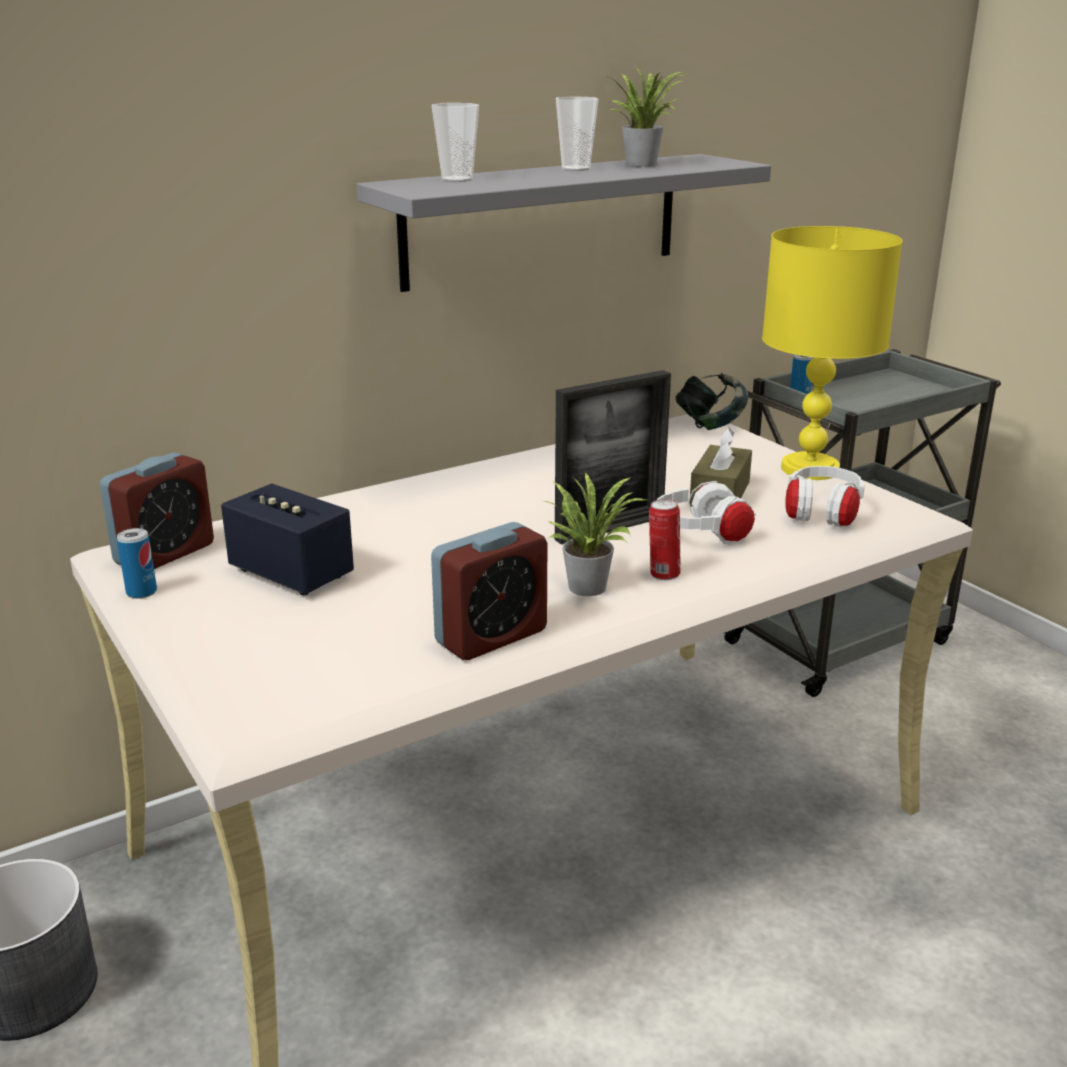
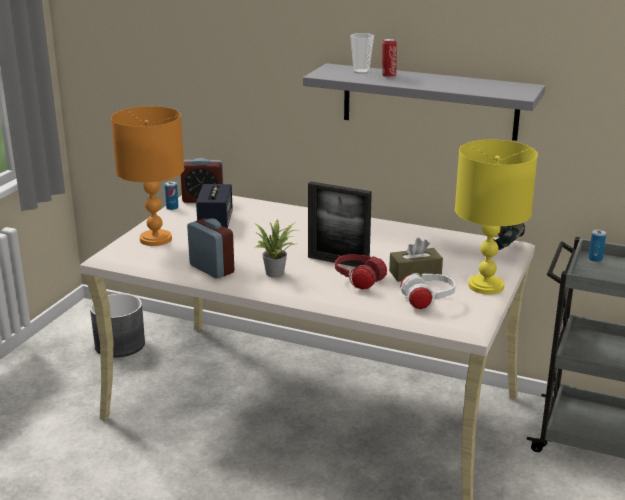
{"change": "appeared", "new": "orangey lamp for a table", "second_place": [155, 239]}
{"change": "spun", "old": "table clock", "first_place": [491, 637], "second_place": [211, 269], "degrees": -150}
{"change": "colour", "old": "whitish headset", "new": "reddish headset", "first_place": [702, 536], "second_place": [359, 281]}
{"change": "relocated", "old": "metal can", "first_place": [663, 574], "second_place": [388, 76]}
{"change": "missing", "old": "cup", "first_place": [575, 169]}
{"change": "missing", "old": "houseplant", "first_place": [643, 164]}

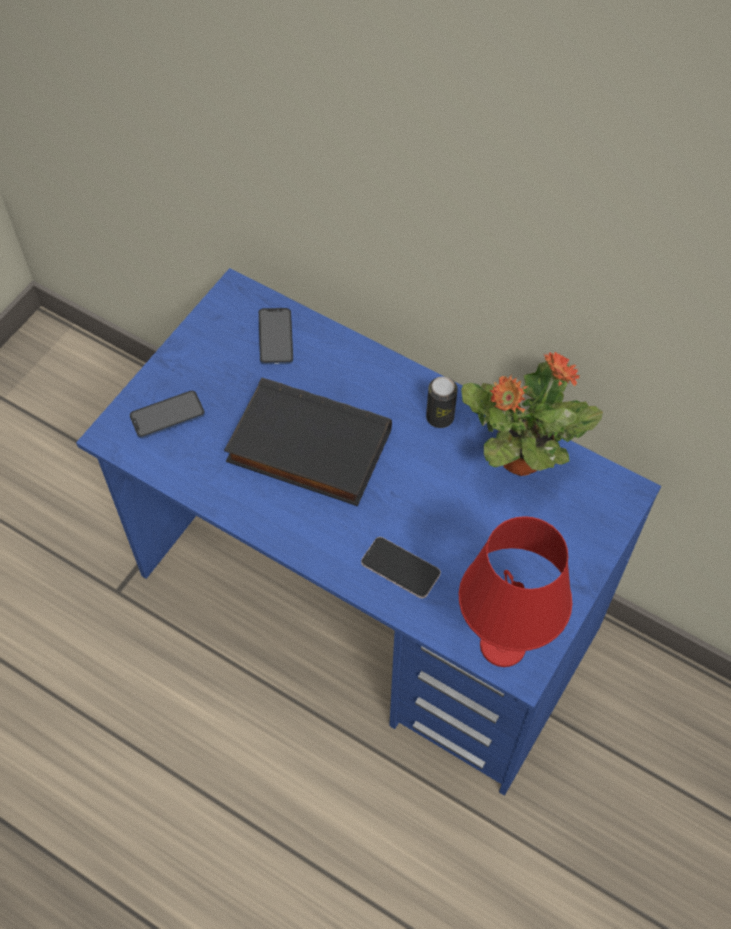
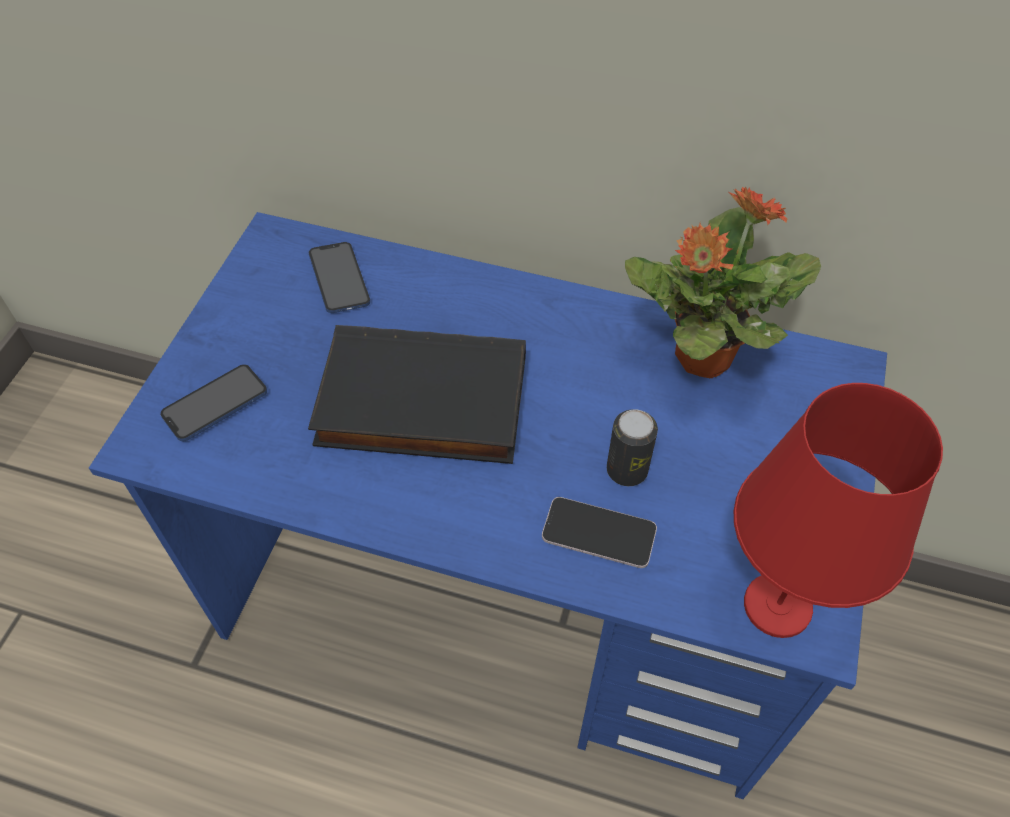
{"change": "relocated", "old": "metal can", "first_place": [440, 417], "second_place": [627, 470]}

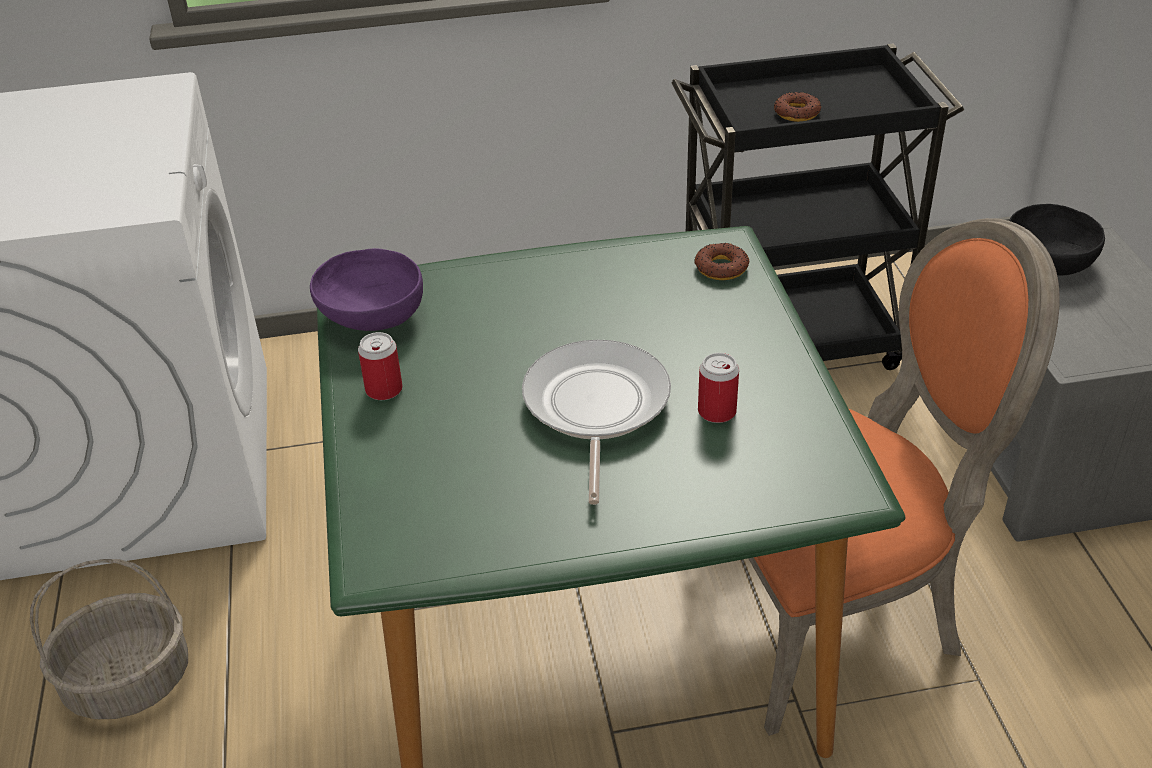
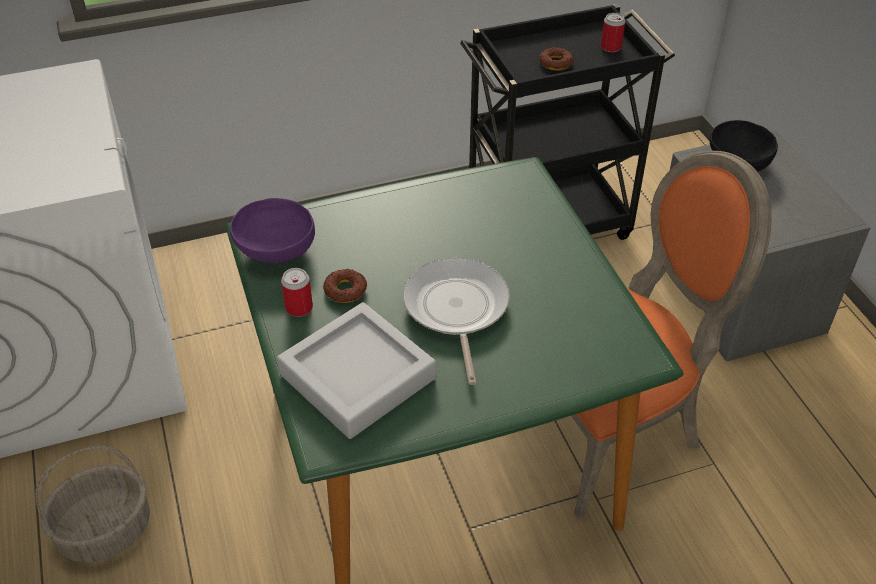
{"change": "appeared", "new": "gray carrying tray", "second_place": [357, 376]}
{"change": "relocated", "old": "donut", "first_place": [721, 268], "second_place": [345, 290]}
{"change": "relocated", "old": "metal can", "first_place": [717, 412], "second_place": [611, 47]}

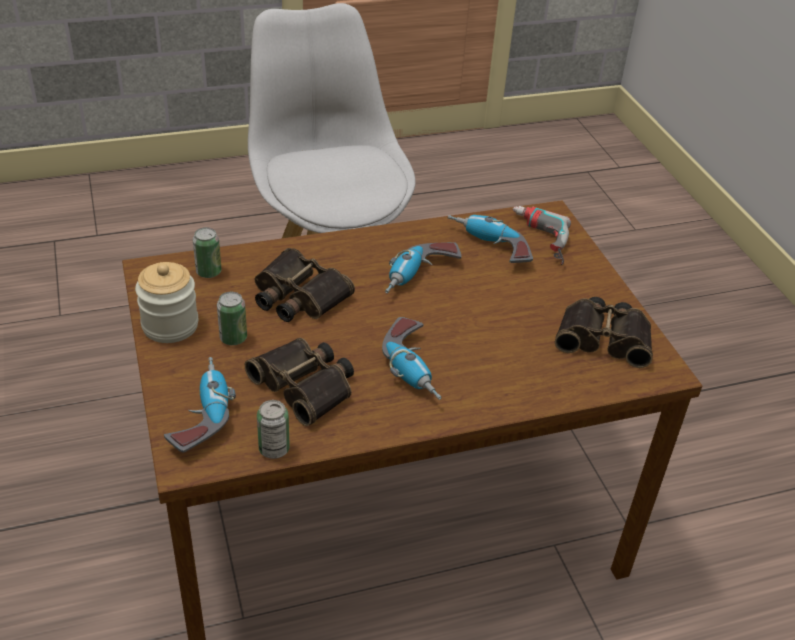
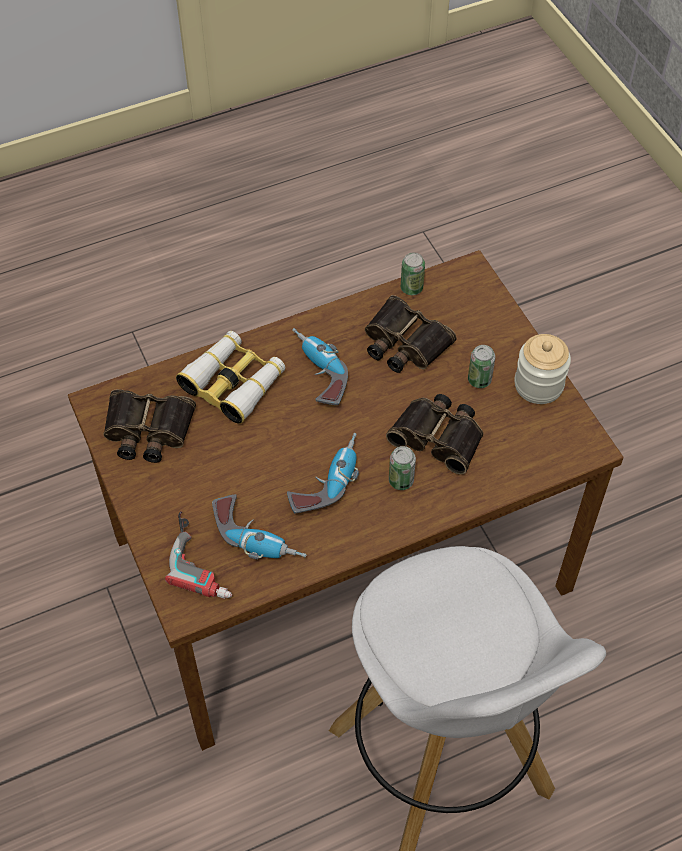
{"change": "appeared", "new": "field glasses", "second_place": [233, 383]}
{"change": "relocated", "old": "metal can", "first_place": [208, 272], "second_place": [401, 481]}
{"change": "missing", "old": "electric drill", "first_place": [200, 414]}

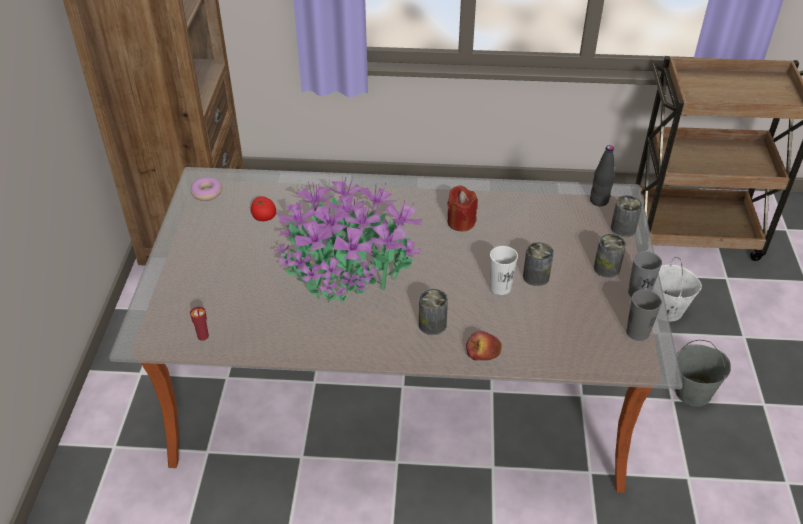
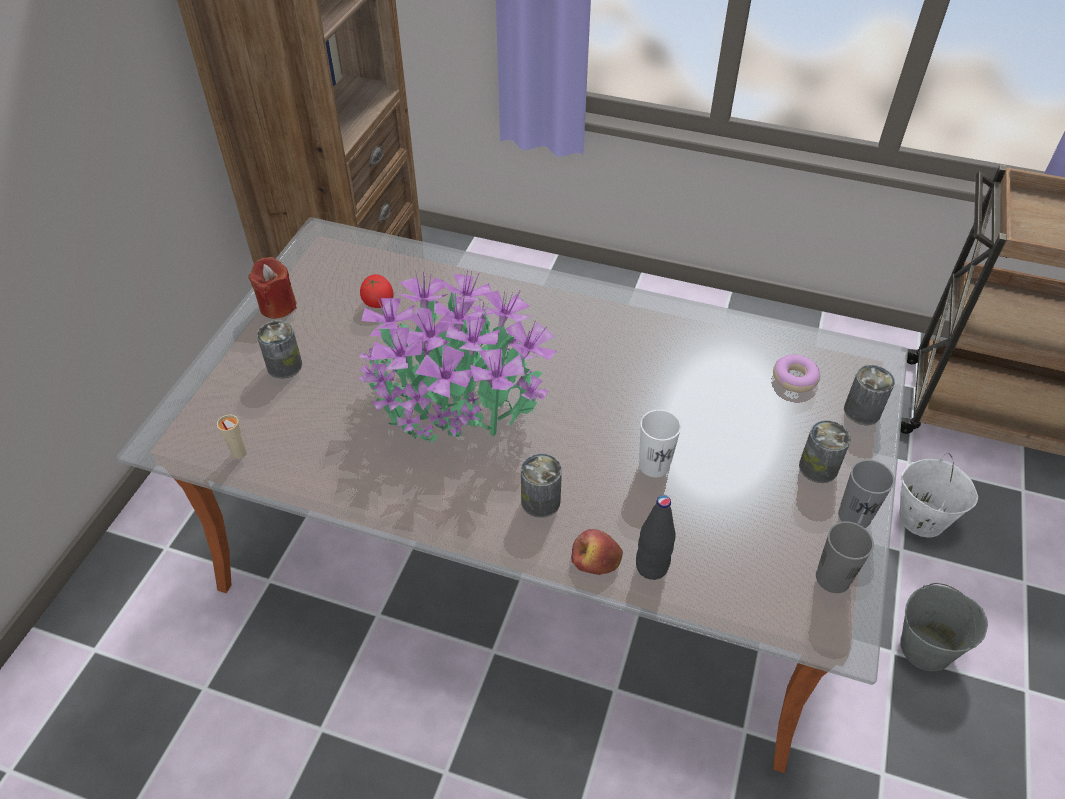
{"change": "colour", "old": "reddish cup", "new": "beige cup", "first_place": [203, 336], "second_place": [238, 453]}
{"change": "relocated", "old": "reddish wax candle", "first_place": [461, 222], "second_place": [277, 306]}
{"change": "relocated", "old": "metal can", "first_place": [536, 276], "second_place": [284, 365]}
{"change": "relocated", "old": "blackish beverage bottle", "first_place": [599, 201], "second_place": [651, 567]}
{"change": "relocated", "old": "donut", "first_place": [207, 192], "second_place": [795, 378]}

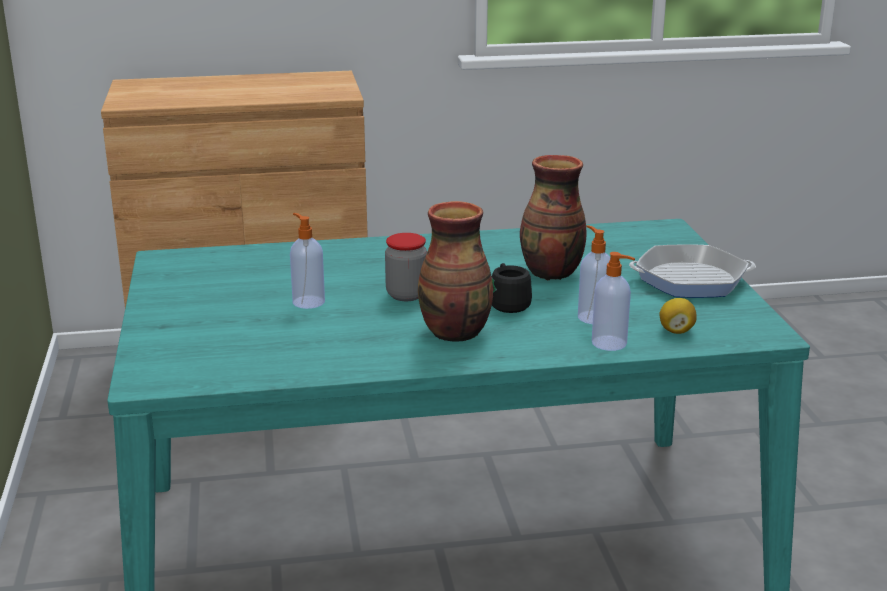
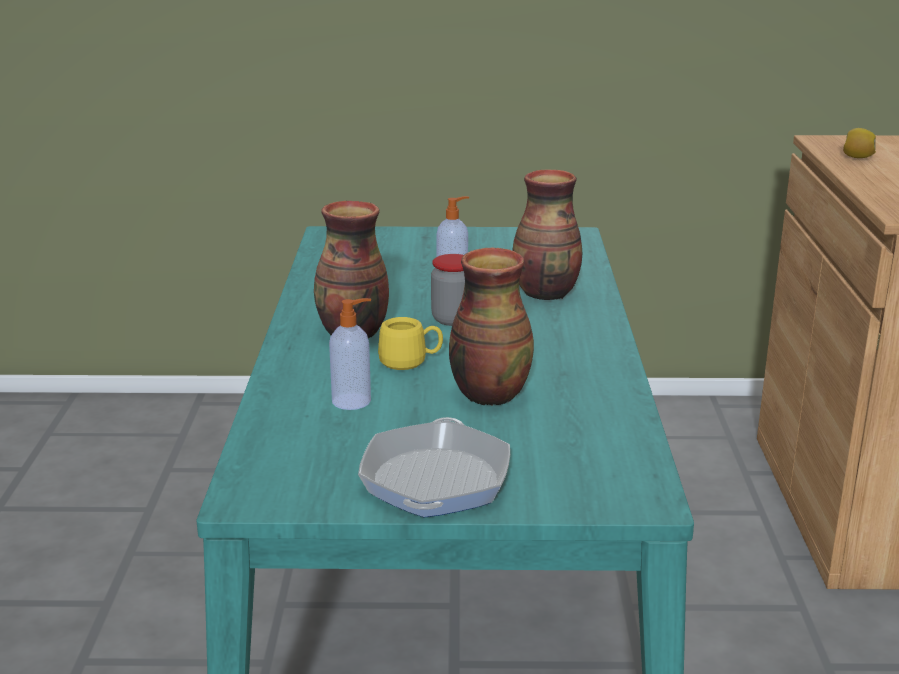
{"change": "colour", "old": "blackish mug", "new": "yellow-coloured mug", "first_place": [508, 303], "second_place": [410, 362]}
{"change": "appeared", "new": "decorative vase", "second_place": [547, 293]}
{"change": "relocated", "old": "citrus fruit", "first_place": [676, 331], "second_place": [857, 157]}
{"change": "missing", "old": "soap bottle", "first_place": [610, 343]}

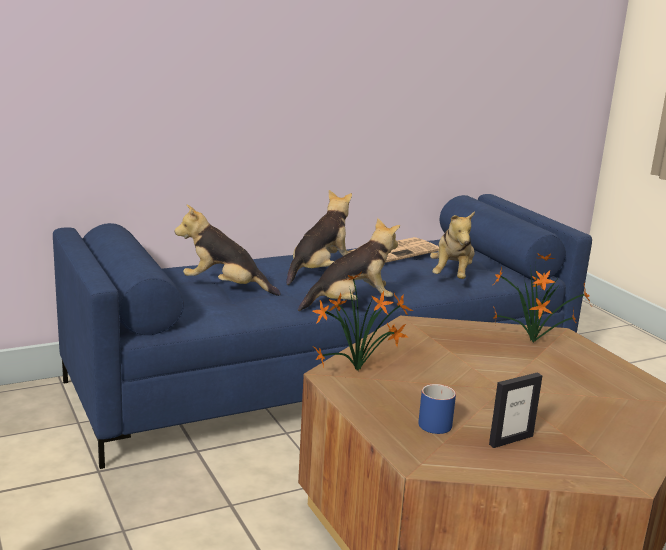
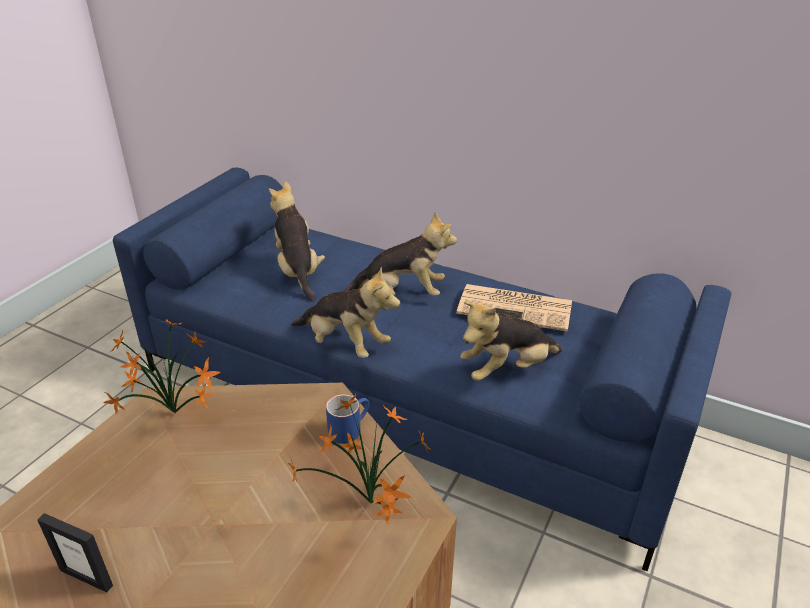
{"change": "relocated", "old": "blue-coloured mug", "first_place": [432, 421], "second_place": [349, 428]}

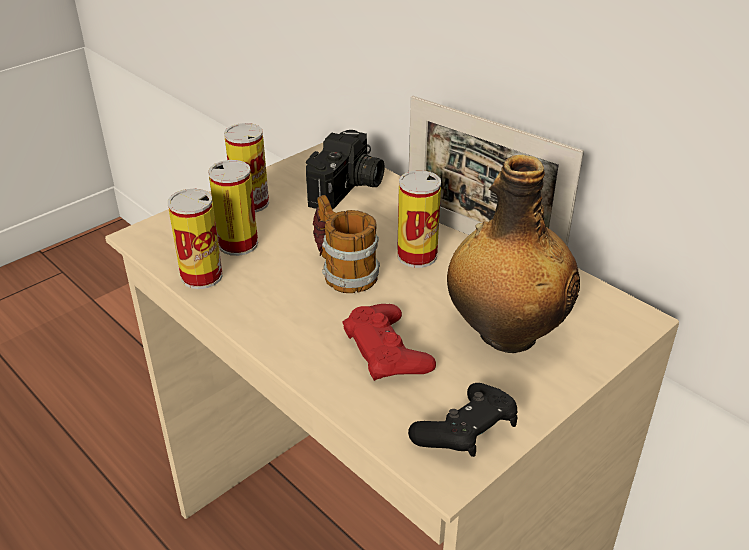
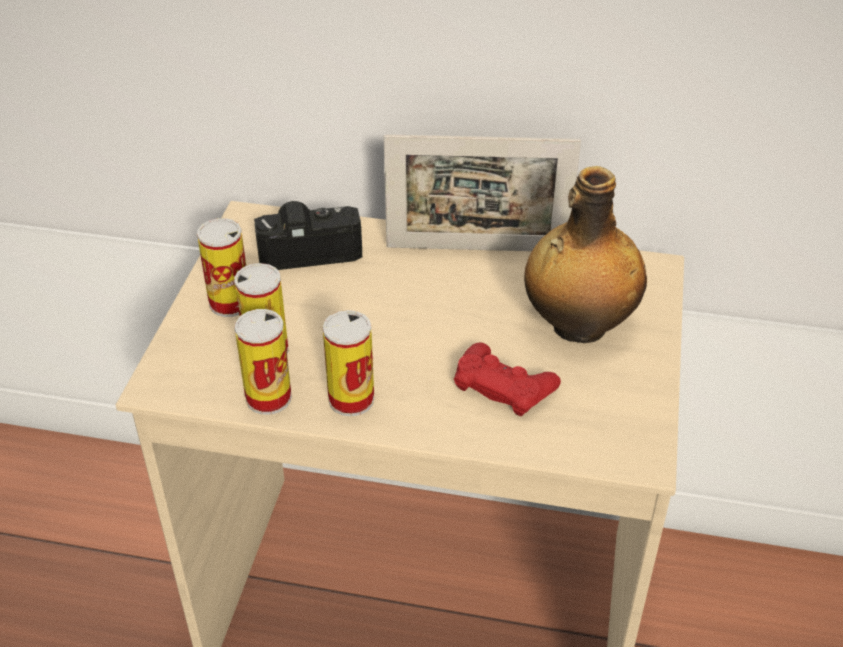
{"change": "spun", "old": "photo camera", "first_place": [348, 189], "second_place": [309, 248], "degrees": -90}
{"change": "relocated", "old": "metal can", "first_place": [417, 256], "second_place": [351, 399]}
{"change": "missing", "old": "mug", "first_place": [343, 271]}
{"change": "missing", "old": "blackish joypad", "first_place": [466, 435]}

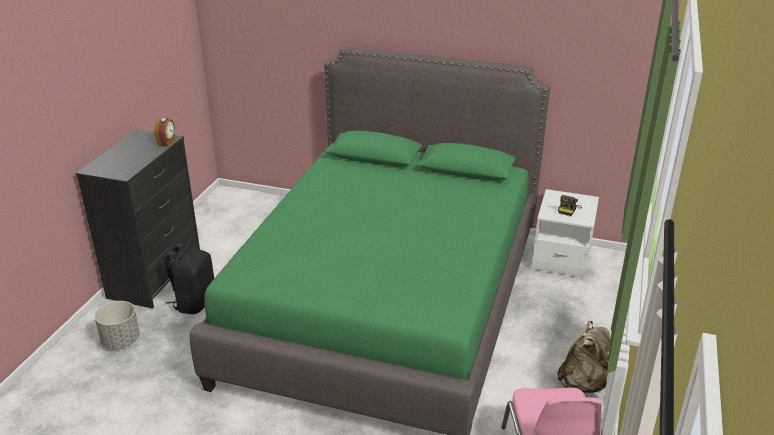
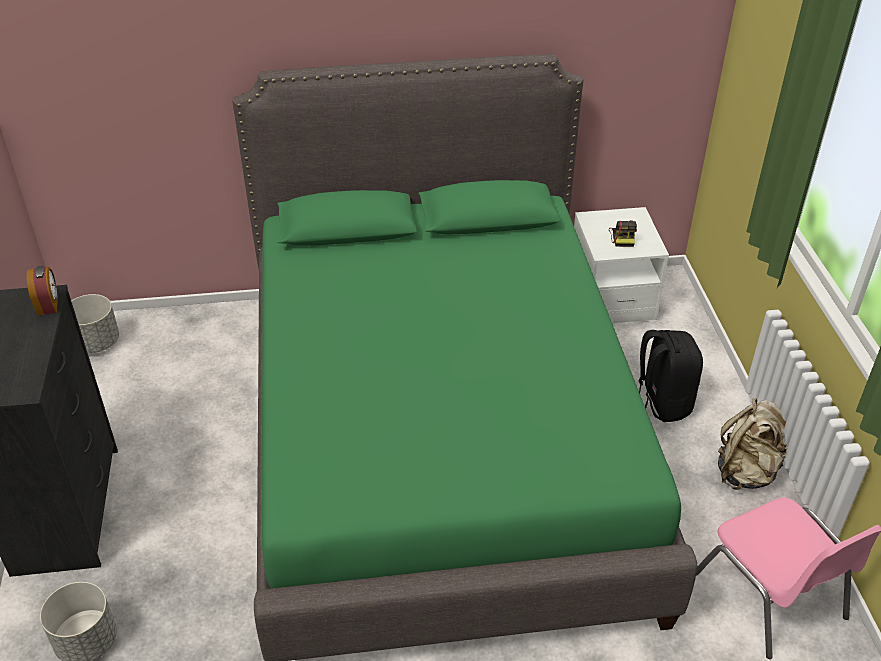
{"change": "appeared", "new": "gray planter", "second_place": [96, 342]}
{"change": "relocated", "old": "blackish knapsack", "first_place": [194, 302], "second_place": [661, 402]}

